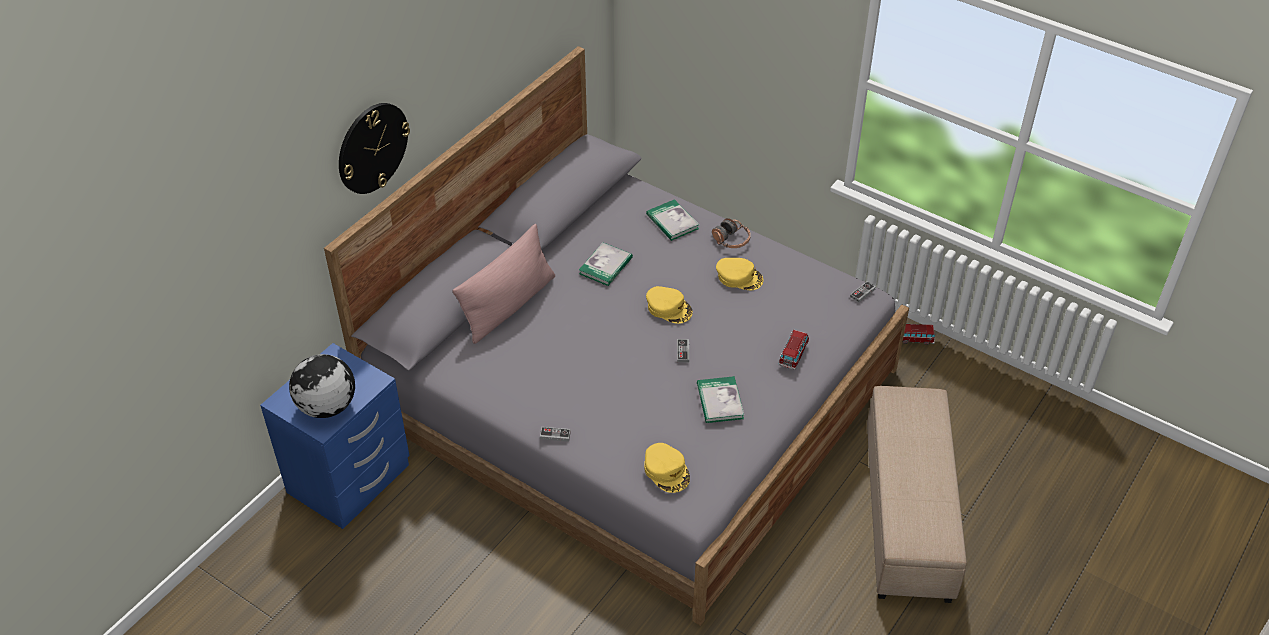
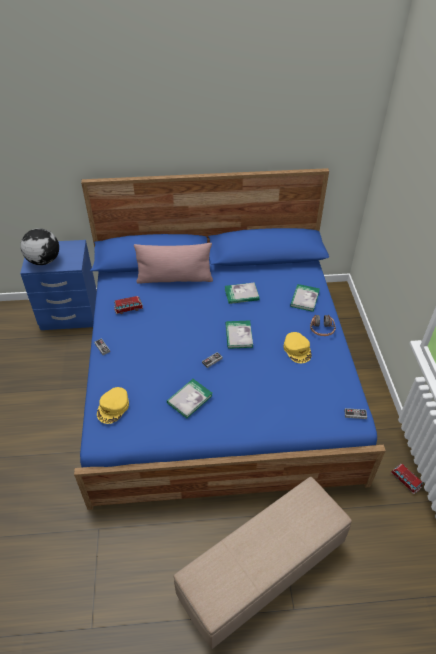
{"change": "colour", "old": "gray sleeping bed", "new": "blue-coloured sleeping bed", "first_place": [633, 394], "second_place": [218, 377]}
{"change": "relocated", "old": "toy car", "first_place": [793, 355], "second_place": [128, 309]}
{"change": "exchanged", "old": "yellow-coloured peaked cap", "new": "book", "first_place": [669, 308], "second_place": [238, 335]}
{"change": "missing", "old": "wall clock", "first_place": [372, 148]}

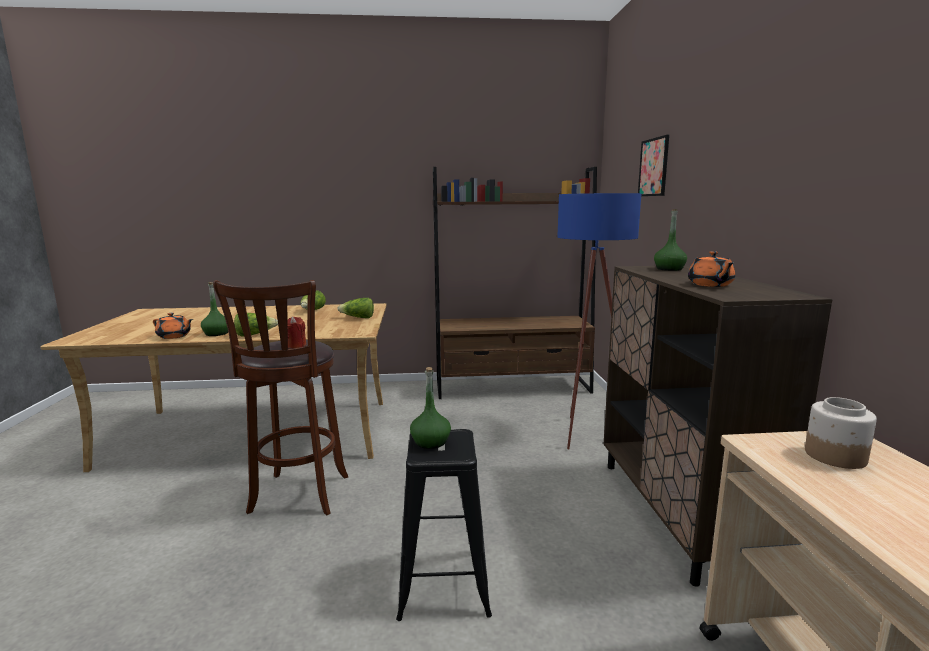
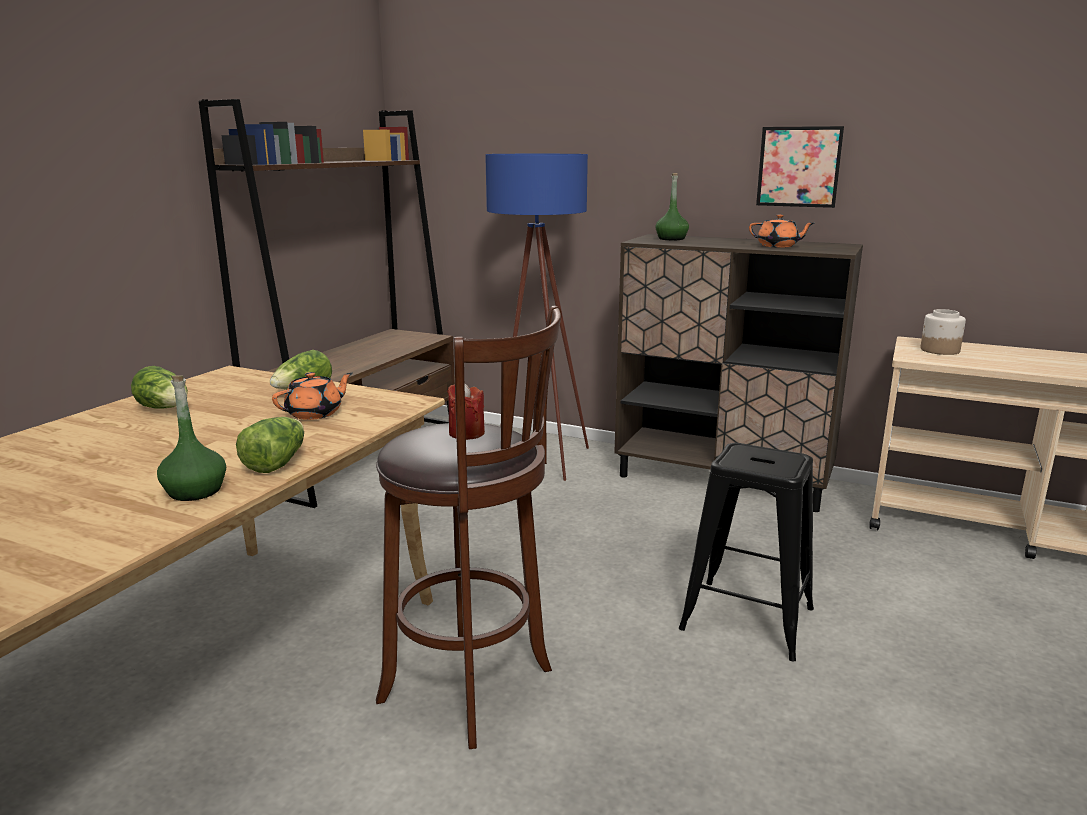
{"change": "relocated", "old": "orangey tea pot", "first_place": [174, 336], "second_place": [315, 413]}
{"change": "relocated", "old": "wall picture", "first_place": [653, 167], "second_place": [798, 167]}
{"change": "missing", "old": "greenish beverage bottle", "first_place": [431, 442]}

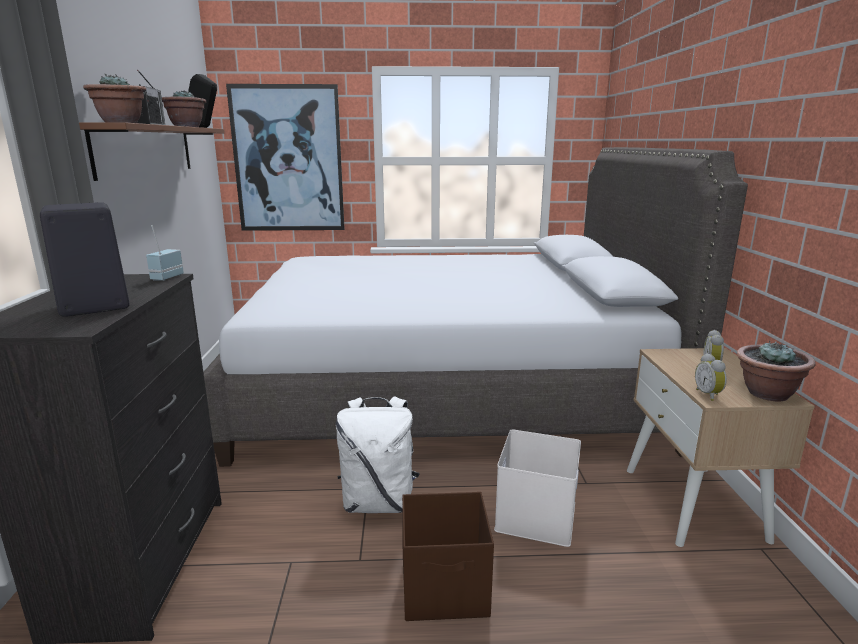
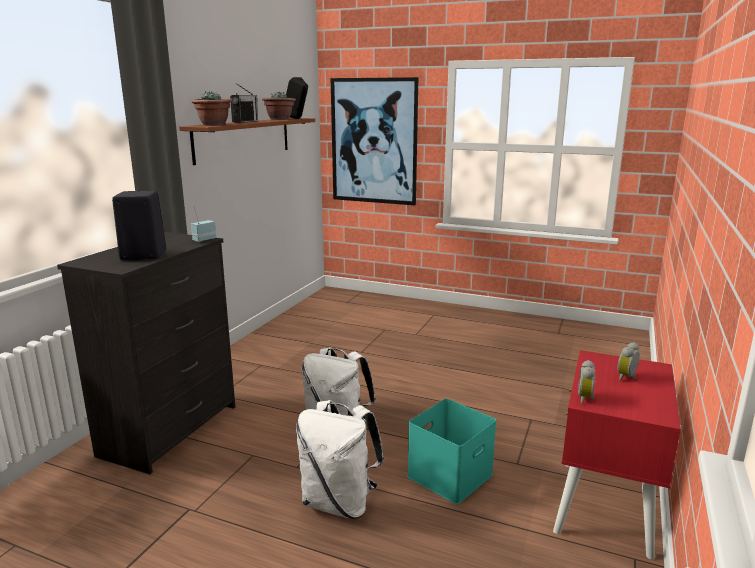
{"change": "exchanged", "old": "brown-coloured storage bin", "new": "whitish knapsack", "first_place": [446, 589], "second_place": [339, 502]}
{"change": "colour", "old": "whitish storage bin", "new": "turquoise storage bin", "first_place": [537, 517], "second_place": [450, 476]}
{"change": "colour", "old": "beige nightstand", "new": "reddish nightstand", "first_place": [694, 503], "second_place": [605, 506]}
{"change": "missing", "old": "gray sleeping bed", "first_place": [448, 390]}
{"change": "missing", "old": "houseplant", "first_place": [767, 394]}

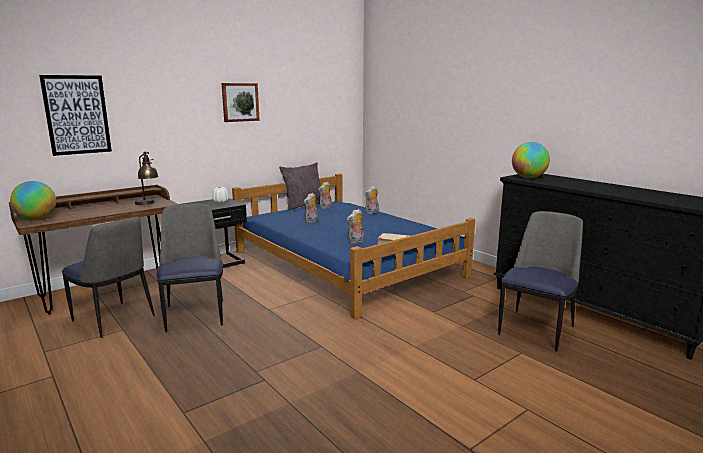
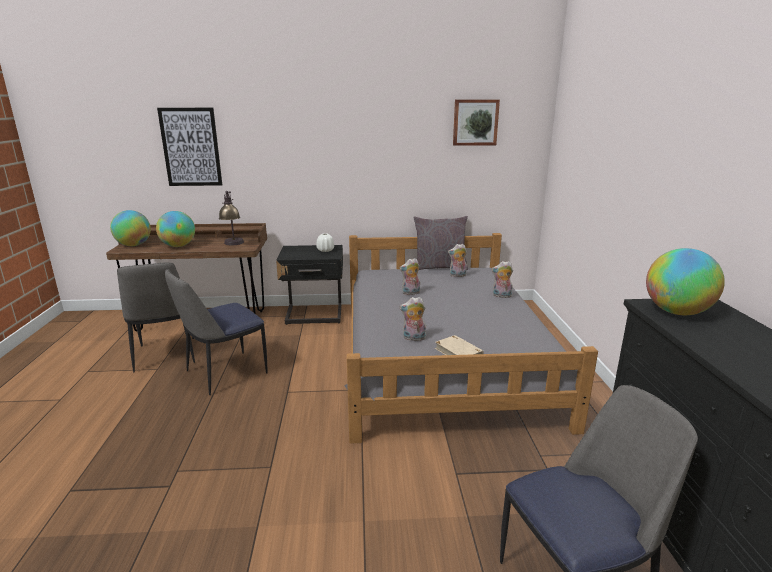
{"change": "appeared", "new": "desk globe", "second_place": [178, 246]}
{"change": "spun", "old": "upright chair", "first_place": [195, 314], "second_place": [224, 373], "degrees": -150}
{"change": "colour", "old": "blue-coloured sleeping bed", "new": "gray sleeping bed", "first_place": [346, 263], "second_place": [441, 355]}
{"change": "relocated", "old": "wall picture", "first_place": [240, 102], "second_place": [475, 122]}

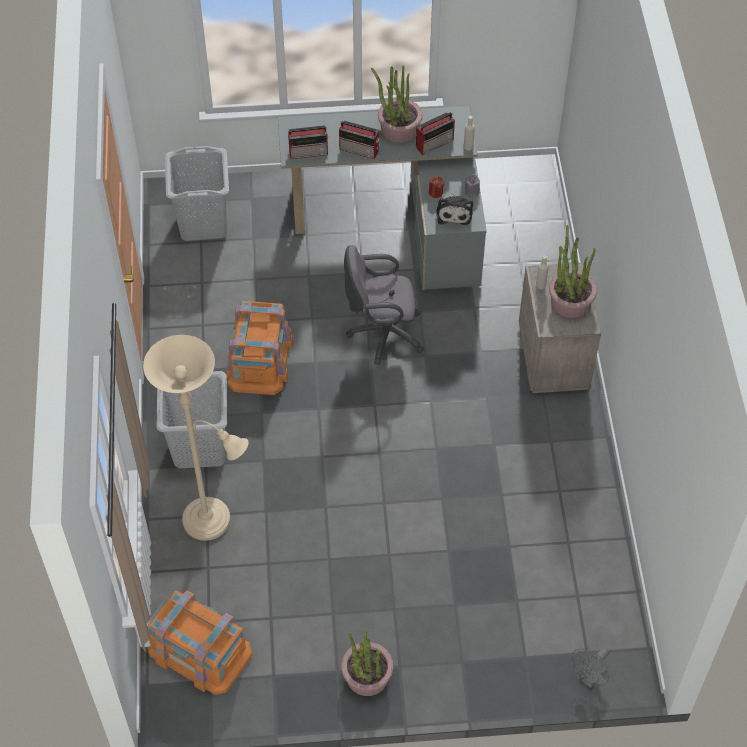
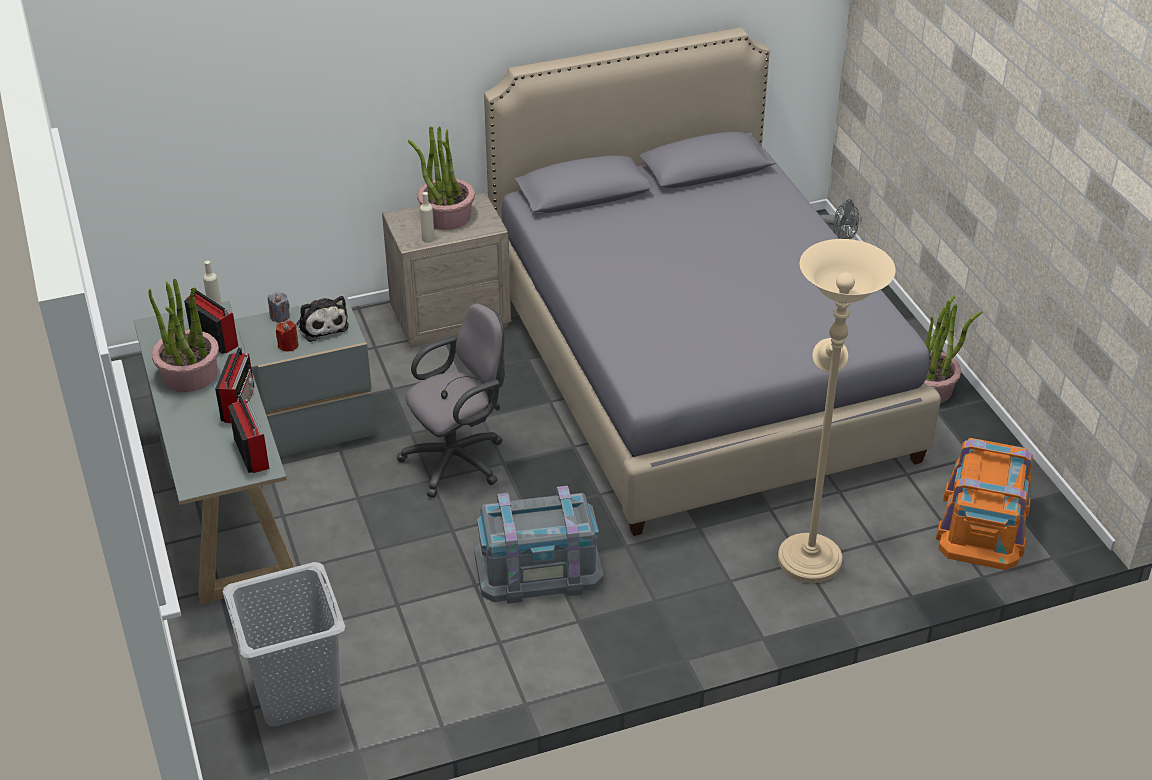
{"change": "spun", "old": "plush toy", "first_place": [454, 213], "second_place": [321, 325], "degrees": 75}
{"change": "spun", "old": "gray desk chair", "first_place": [382, 334], "second_place": [459, 459], "degrees": -105}
{"change": "colour", "old": "orangey storage bin", "new": "gray storage bin", "first_place": [259, 358], "second_place": [538, 567]}
{"change": "appeared", "new": "gray sleeping bed", "second_place": [695, 366]}
{"change": "missing", "old": "gray laundry basket", "first_place": [199, 446]}

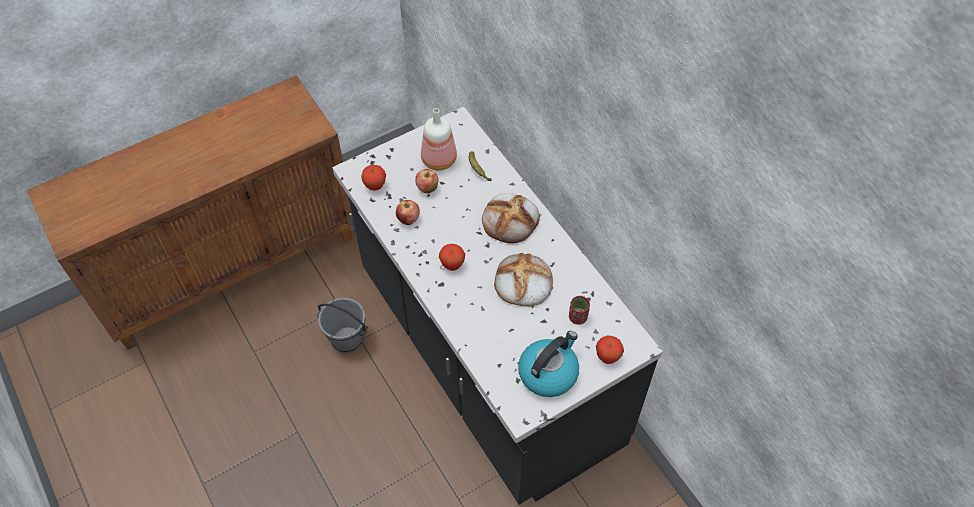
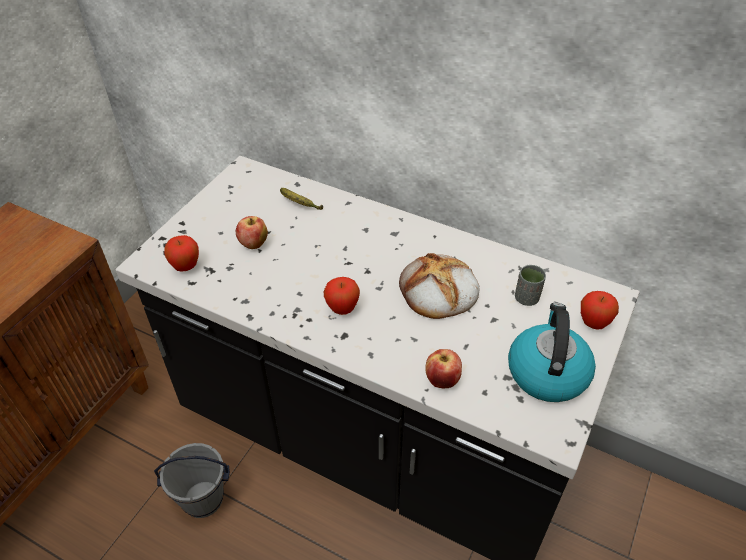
{"change": "relocated", "old": "apple", "first_place": [408, 219], "second_place": [442, 380]}
{"change": "colour", "old": "reddish cup", "new": "gray cup", "first_place": [578, 317], "second_place": [526, 298]}
{"change": "missing", "old": "beverage bottle", "first_place": [437, 159]}
{"change": "missing", "old": "bread", "first_place": [510, 220]}

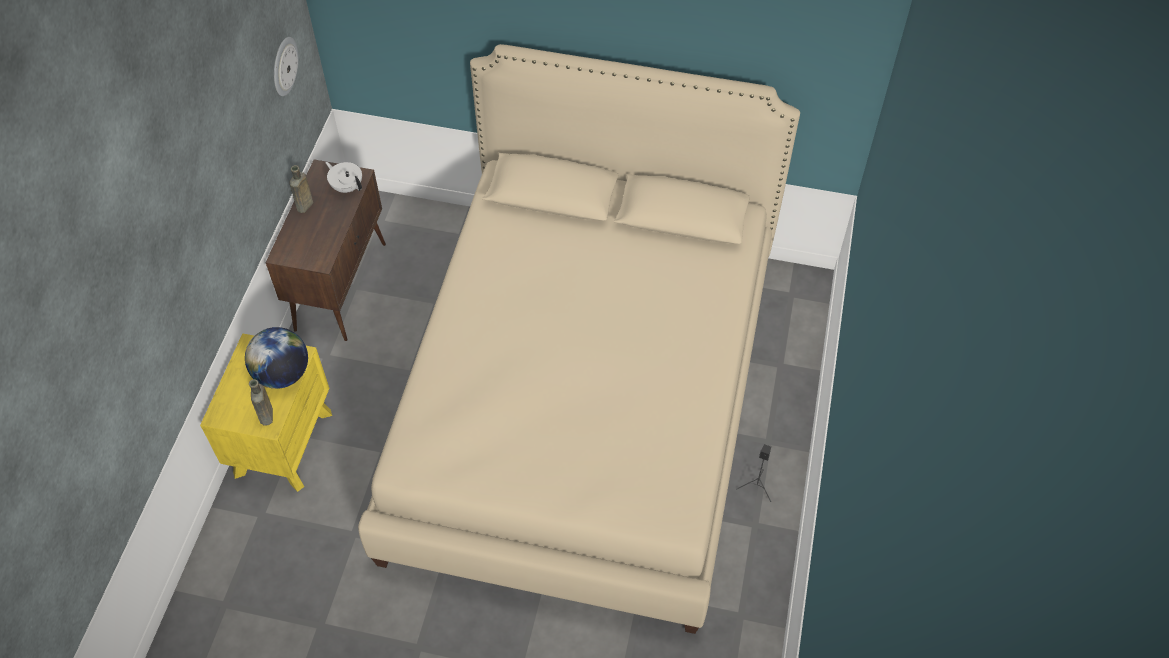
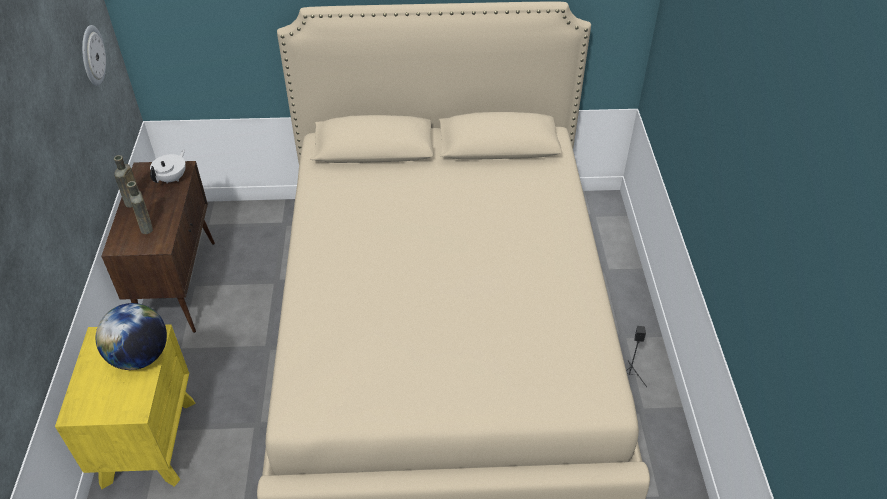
{"change": "relocated", "old": "brown-coloured beverage bottle", "first_place": [266, 417], "second_place": [146, 228]}
{"change": "spun", "old": "whitish tea pot", "first_place": [347, 186], "second_place": [172, 178], "degrees": 90}

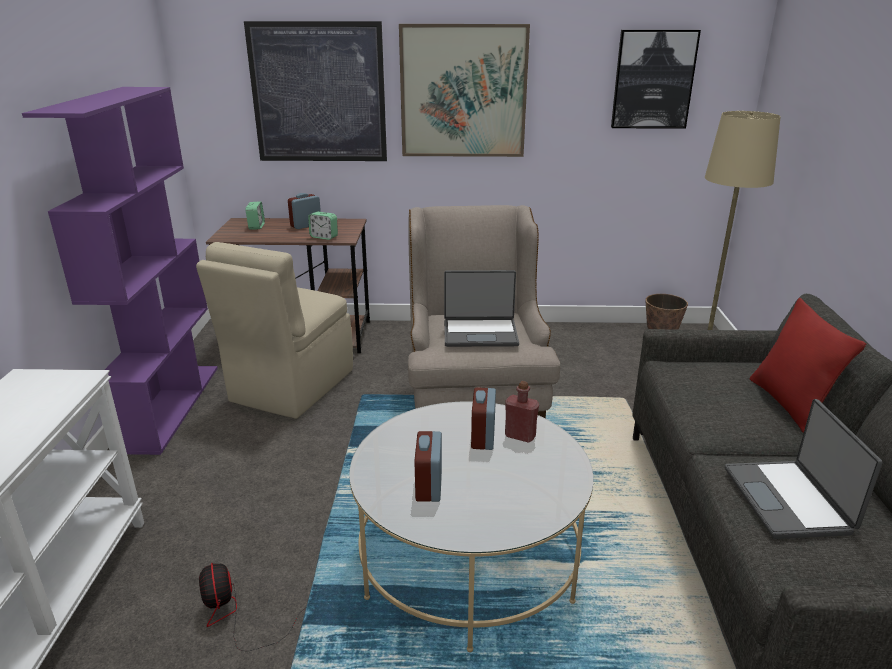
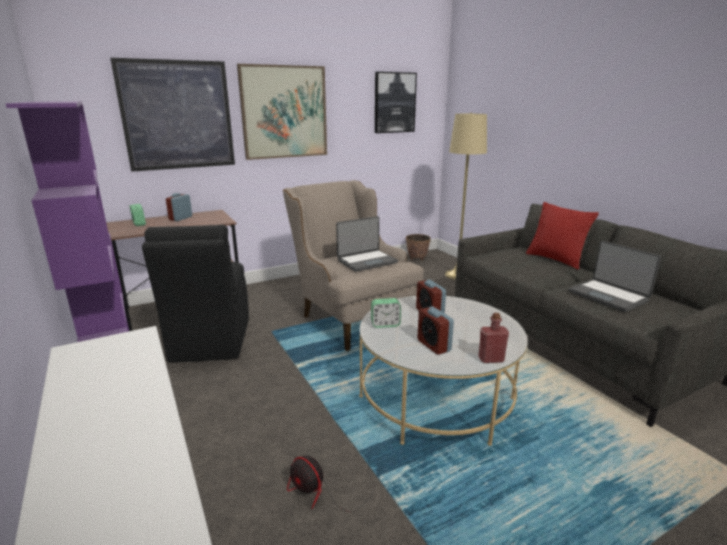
{"change": "colour", "old": "beige upright chair", "new": "blackish upright chair", "first_place": [290, 387], "second_place": [210, 341]}
{"change": "relocated", "old": "table clock", "first_place": [324, 237], "second_place": [385, 324]}
{"change": "relocated", "old": "reddish beverage bottle", "first_place": [520, 436], "second_place": [491, 359]}

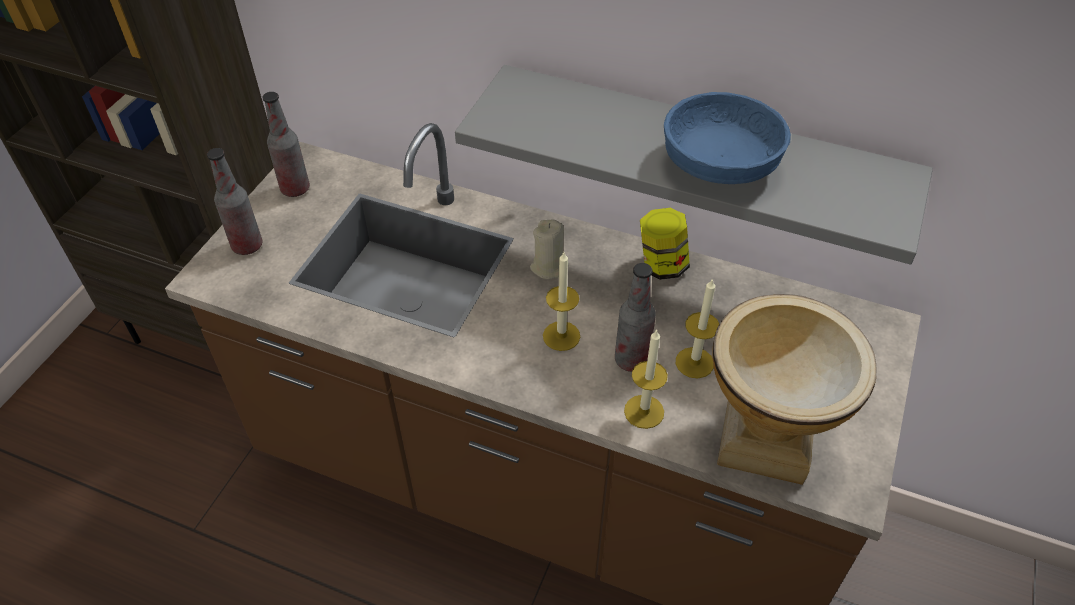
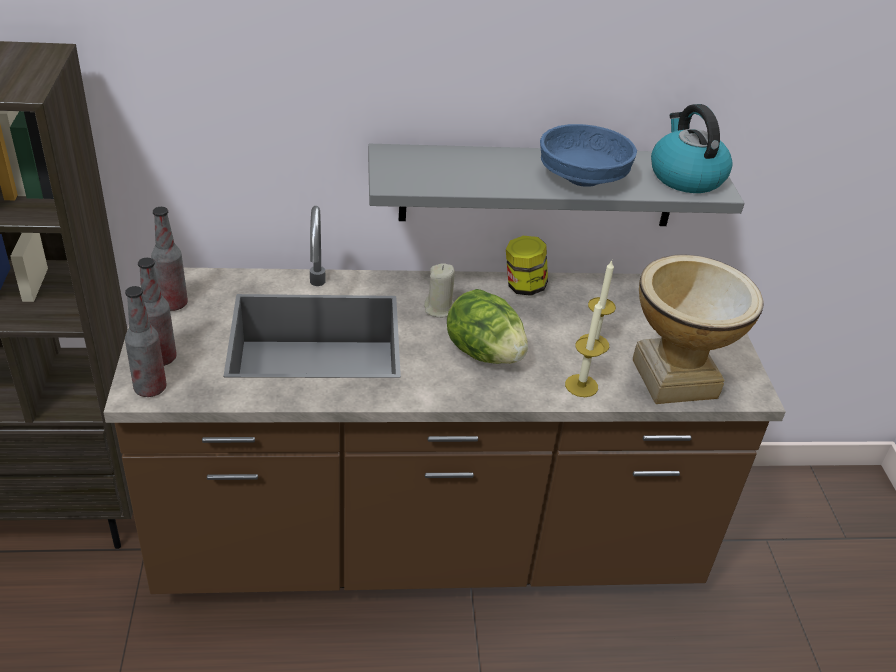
{"change": "relocated", "old": "beverage bottle", "first_place": [631, 360], "second_place": [150, 388]}
{"change": "exchanged", "old": "wax candle", "new": "lettuce", "first_place": [561, 336], "second_place": [484, 353]}
{"change": "appeared", "new": "kettle", "second_place": [685, 176]}

